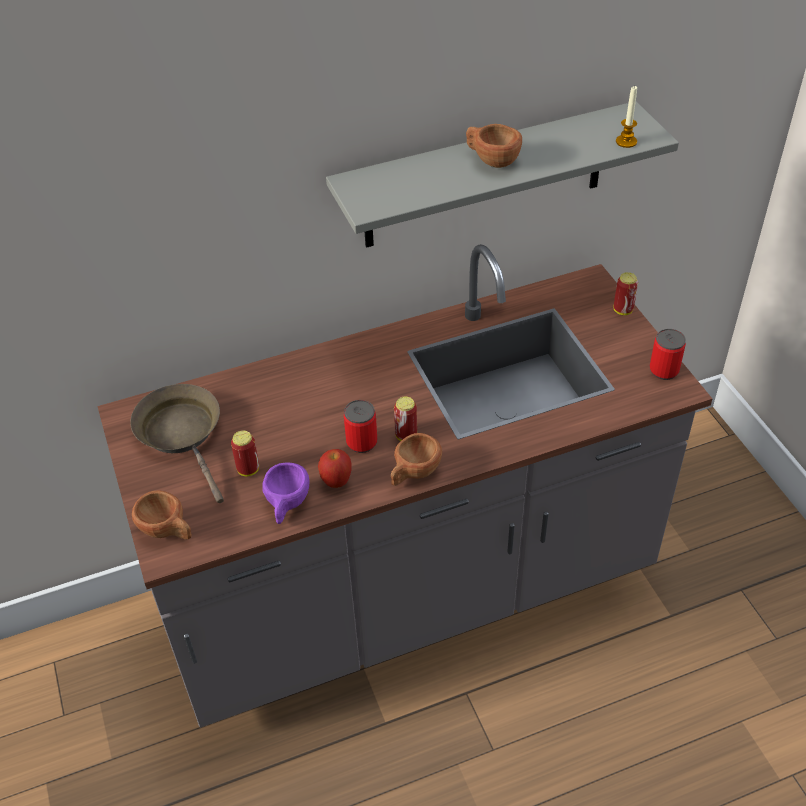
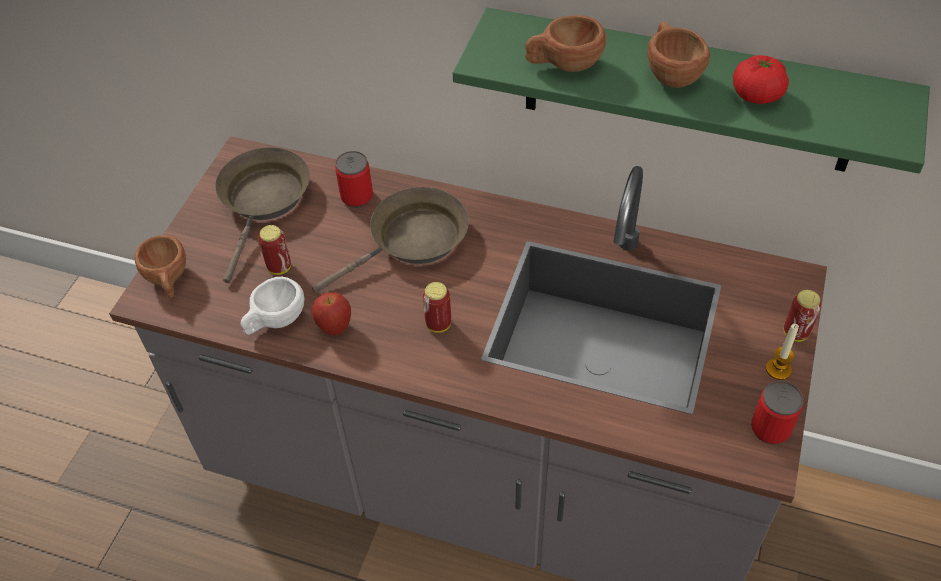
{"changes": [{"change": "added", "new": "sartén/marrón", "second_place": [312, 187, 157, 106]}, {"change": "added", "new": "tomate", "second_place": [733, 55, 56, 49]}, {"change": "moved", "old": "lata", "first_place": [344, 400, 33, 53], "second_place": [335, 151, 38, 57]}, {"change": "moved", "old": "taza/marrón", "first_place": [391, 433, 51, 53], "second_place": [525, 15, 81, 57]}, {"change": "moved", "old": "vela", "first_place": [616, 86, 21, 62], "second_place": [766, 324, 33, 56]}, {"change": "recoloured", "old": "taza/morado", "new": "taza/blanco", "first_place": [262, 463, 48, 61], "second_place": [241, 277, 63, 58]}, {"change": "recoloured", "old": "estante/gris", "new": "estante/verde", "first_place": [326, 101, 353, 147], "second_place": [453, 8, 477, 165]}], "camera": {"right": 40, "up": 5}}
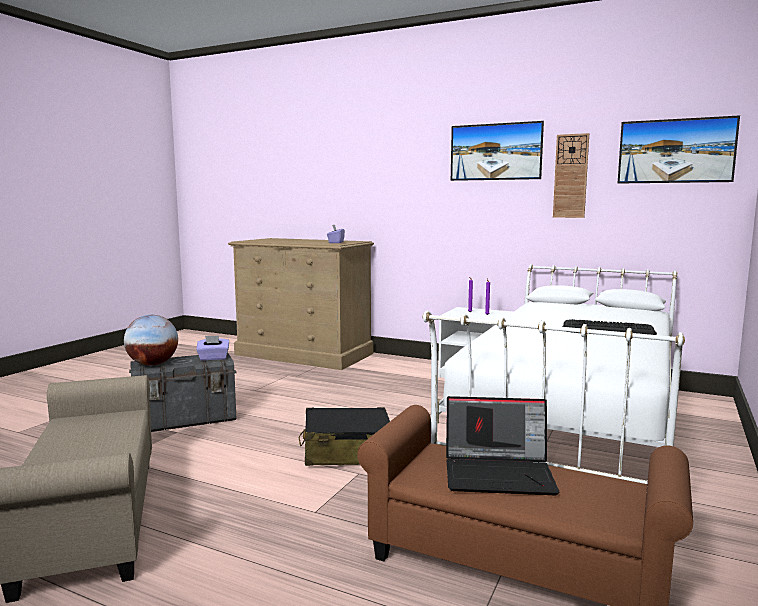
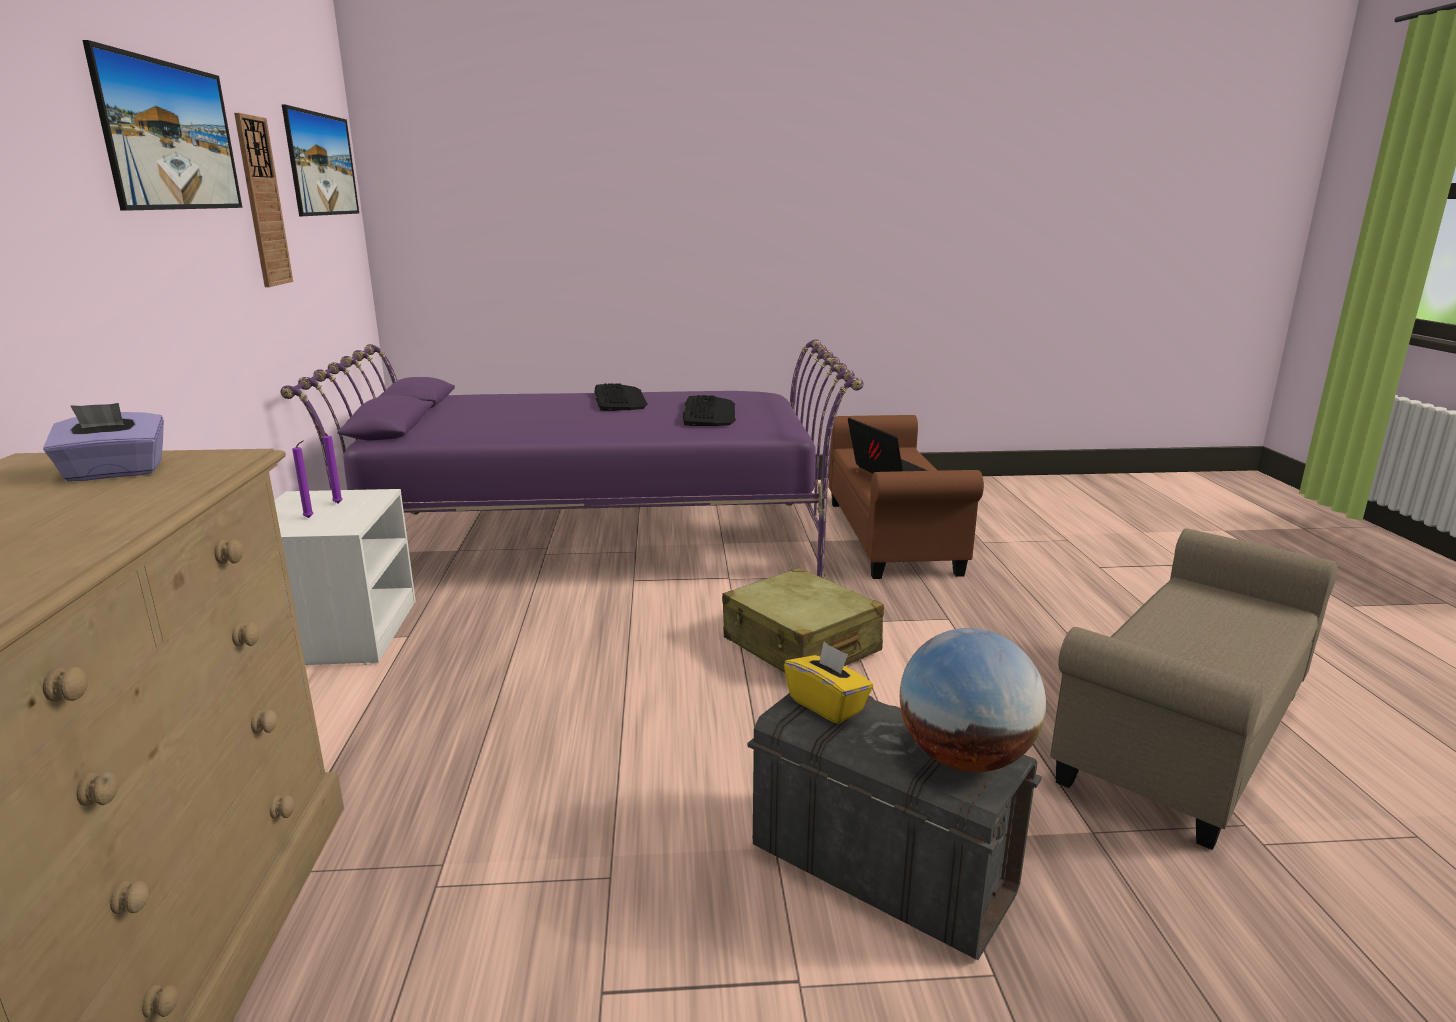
{"changes": [{"change": "added", "new": "teclado", "second_place": [683, 395, 53, 31]}, {"change": "recoloured", "old": "caja de pañuelos/morado", "new": "caja de pañuelos/amarillo", "first_place": [196, 336, 33, 25], "second_place": [784, 642, 90, 82]}, {"change": "recoloured", "old": "maleta/negro", "new": "maleta/beis", "first_place": [299, 407, 91, 59], "second_place": [722, 568, 162, 105]}, {"change": "recoloured", "old": "cama/blanco", "new": "cama/morado", "first_place": [422, 264, 263, 220], "second_place": [281, 340, 582, 239]}], "camera": {"right": -120, "up": 10}}
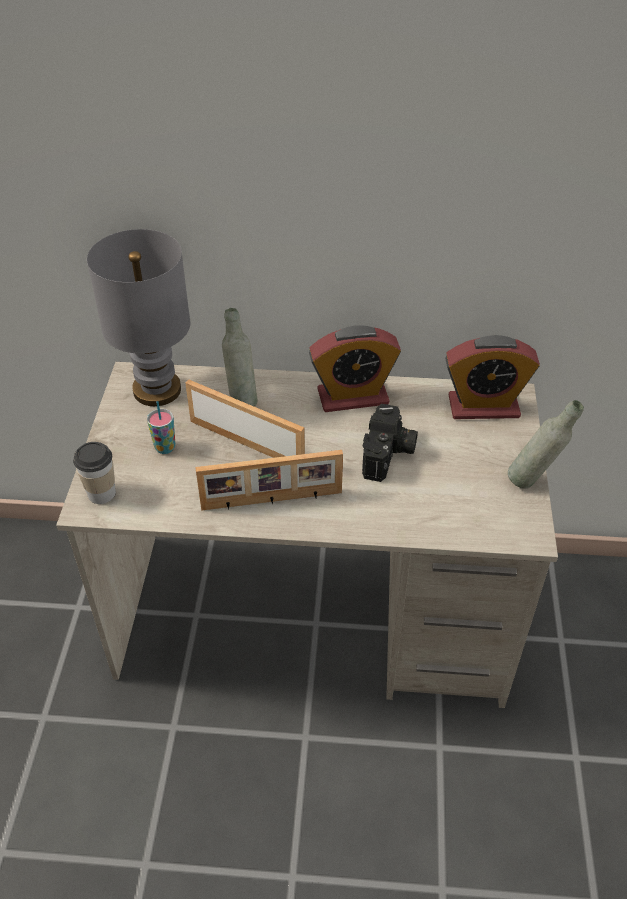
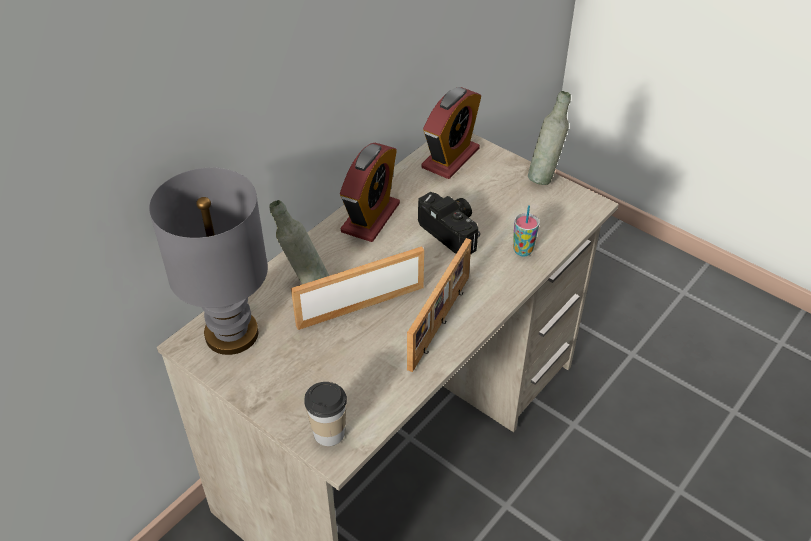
{"changes": [{"change": "moved", "old": "taza", "first_place": [147, 401, 28, 53], "second_place": [513, 205, 26, 51]}], "camera": {"right": -55, "up": 0}}
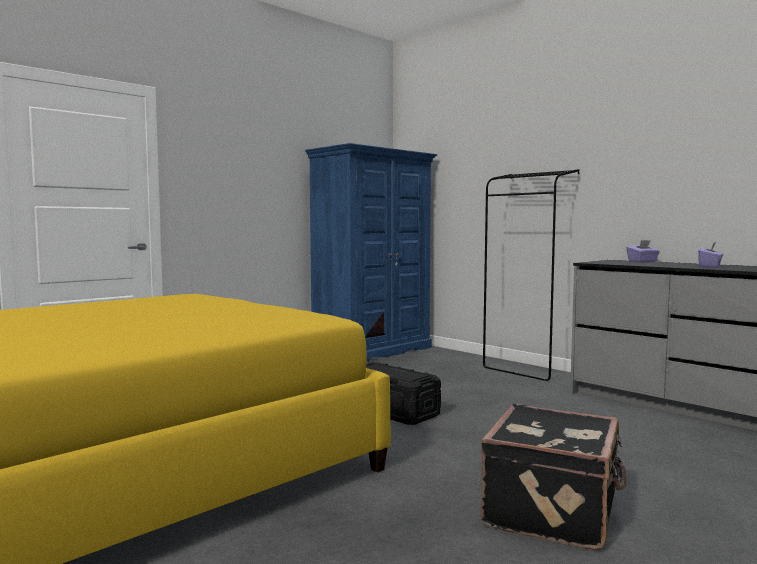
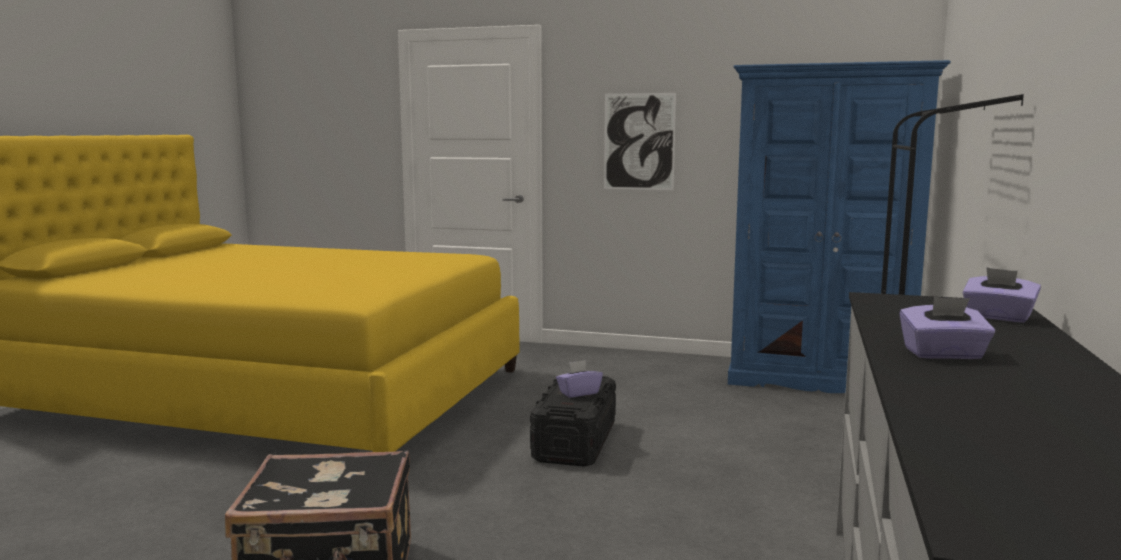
{"changes": [{"change": "added", "new": "caja de pañuelos/morado", "second_place": [556, 360, 47, 38]}, {"change": "added", "new": "cuadro", "second_place": [604, 93, 72, 97]}], "camera": {"right": 60, "up": 5}}
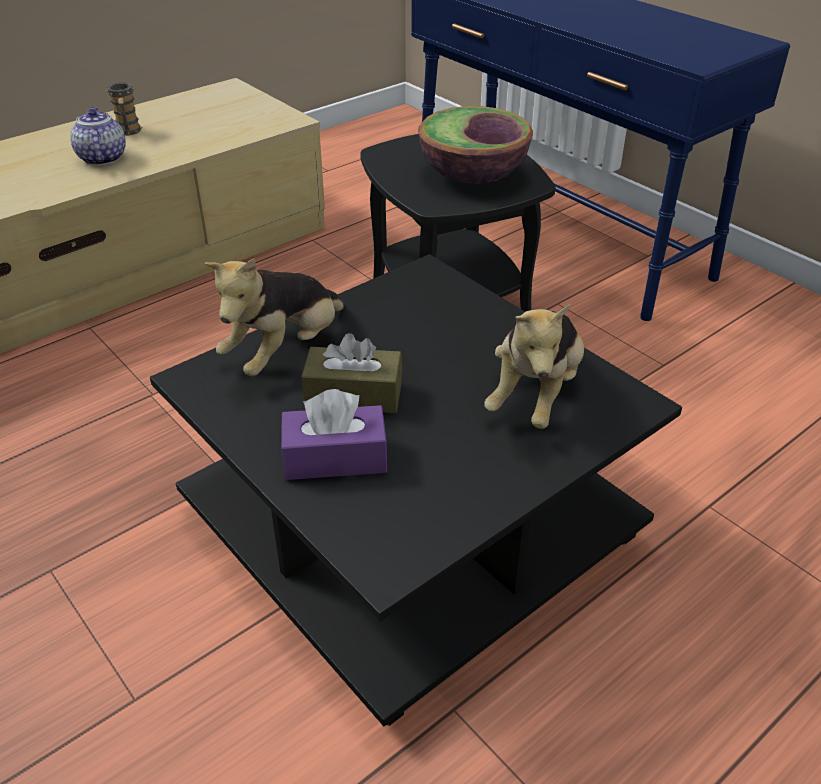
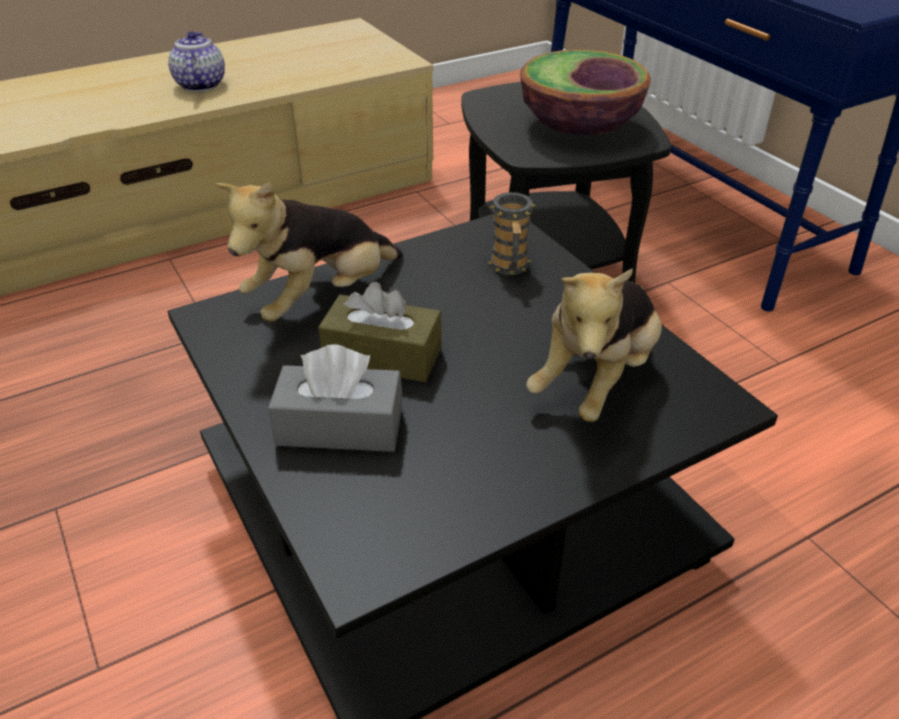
{"changes": [{"change": "moved", "old": "taza grande", "first_place": [106, 83, 37, 53], "second_place": [488, 192, 48, 83]}, {"change": "recoloured", "old": "caja de pañuelos/morado", "new": "caja de pañuelos/gris", "first_place": [281, 389, 107, 91], "second_place": [268, 345, 134, 107]}], "camera": {"right": 10, "up": 0}}
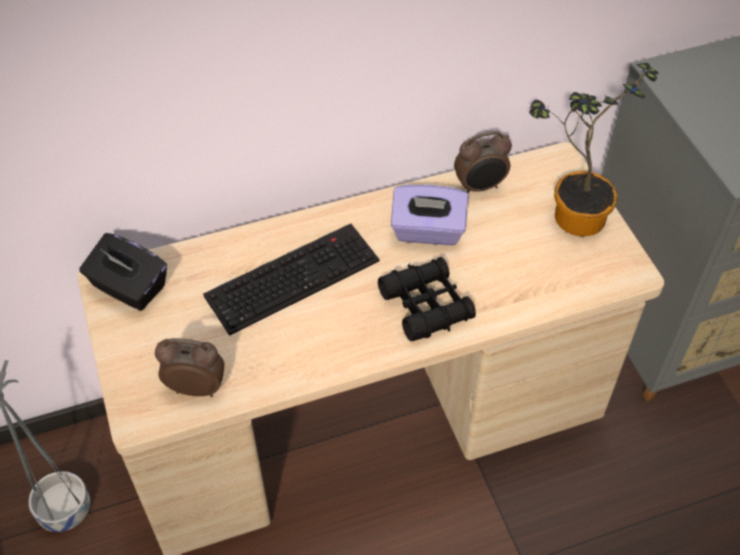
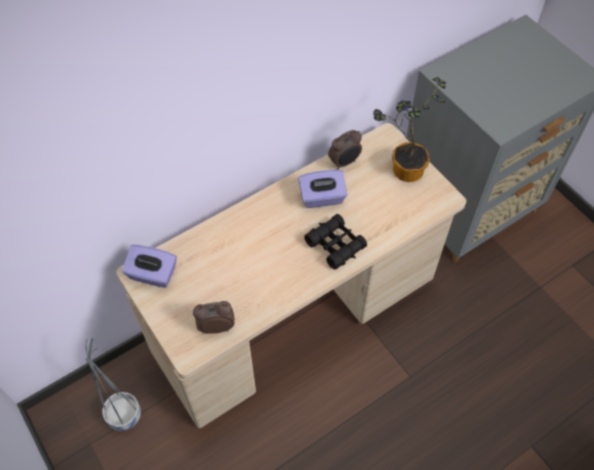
{"changes": [{"change": "removed", "old": "teclado", "first_place": [203, 224, 176, 112]}, {"change": "recoloured", "old": "caja de pañuelos/negro", "new": "caja de pañuelos/morado", "first_place": [80, 233, 87, 78], "second_place": [122, 245, 55, 43]}], "camera": {"right": -15, "up": 5}}
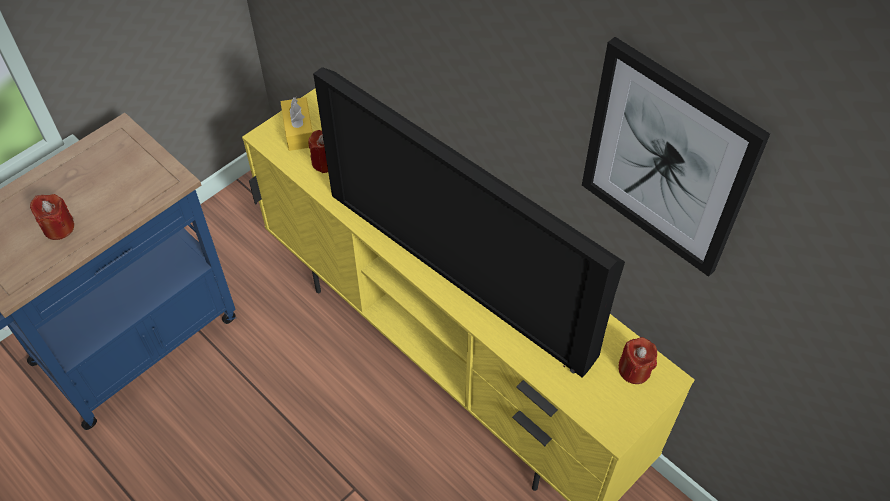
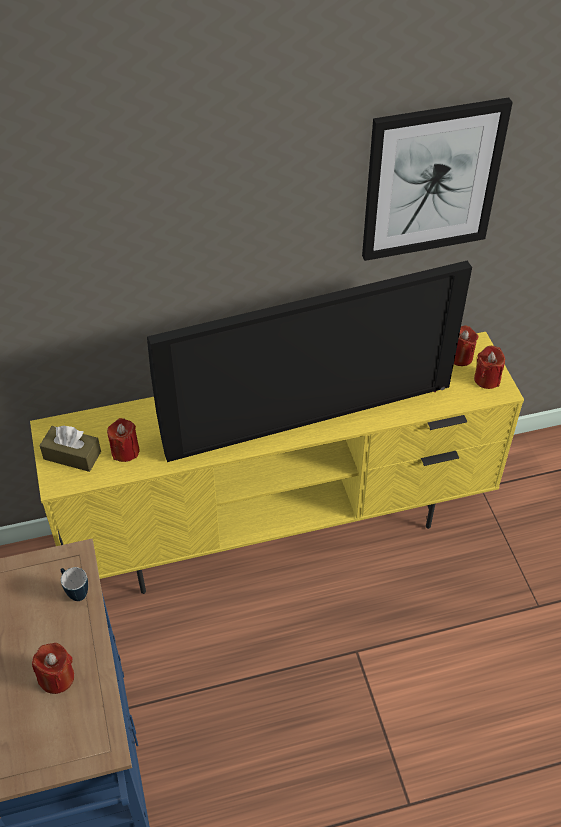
{"changes": [{"change": "added", "new": "taza grande", "second_place": [61, 567, 27, 34]}, {"change": "added", "new": "vela/rojo", "second_place": [474, 346, 31, 43]}, {"change": "recoloured", "old": "caja de pañuelos/amarillo", "new": "caja de pañuelos/marrón", "first_place": [280, 97, 33, 54], "second_place": [39, 425, 62, 47]}], "camera": {"right": -60, "up": -5}}
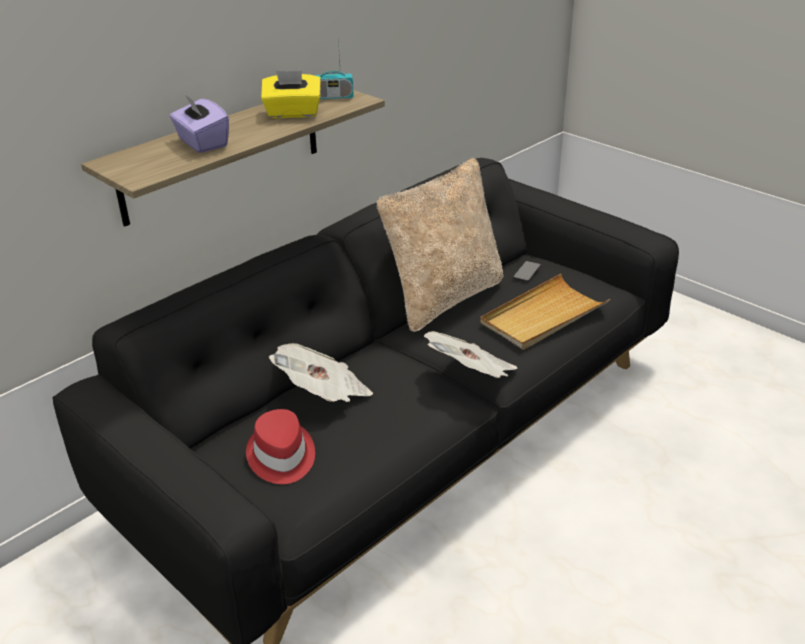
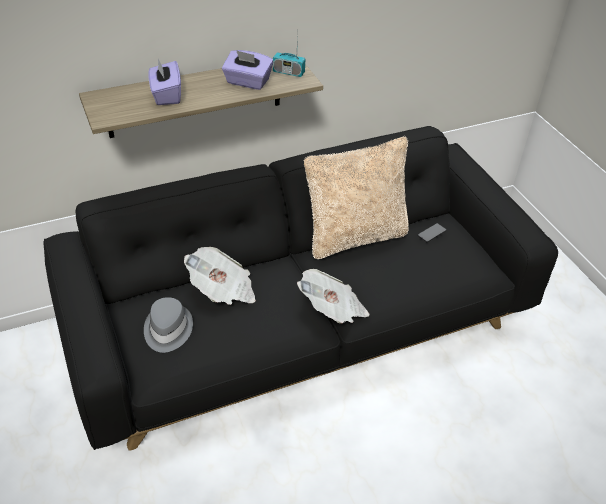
{"changes": [{"change": "removed", "old": "bandeja/beis", "first_place": [480, 274, 130, 76]}, {"change": "recoloured", "old": "sombrero/rojo", "new": "sombrero/gris", "first_place": [246, 409, 69, 75], "second_place": [144, 297, 49, 56]}, {"change": "recoloured", "old": "caja de pañuelos/amarillo", "new": "caja de pañuelos/morado", "first_place": [261, 71, 60, 47], "second_place": [222, 50, 51, 40]}], "camera": {"right": 20, "up": 10}}
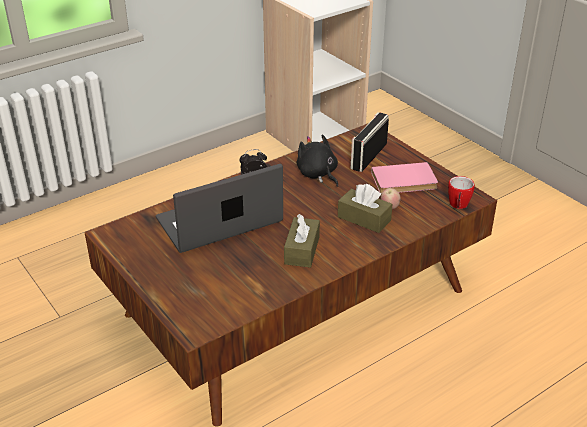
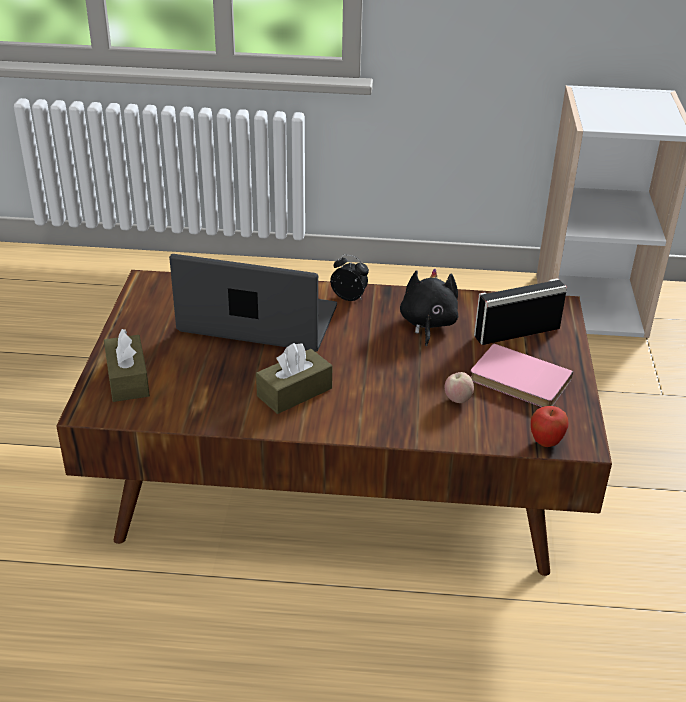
{"changes": [{"change": "moved", "old": "caja de pañuelos/marrón", "first_place": [338, 184, 54, 49], "second_place": [104, 329, 46, 73]}, {"change": "replaced", "old": "taza grande", "new": "manzana", "first_place": [448, 176, 27, 33], "second_place": [531, 406, 38, 41]}], "camera": {"right": 40, "up": 0}}
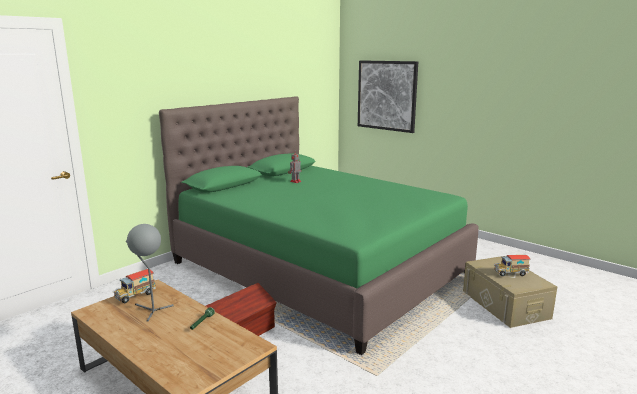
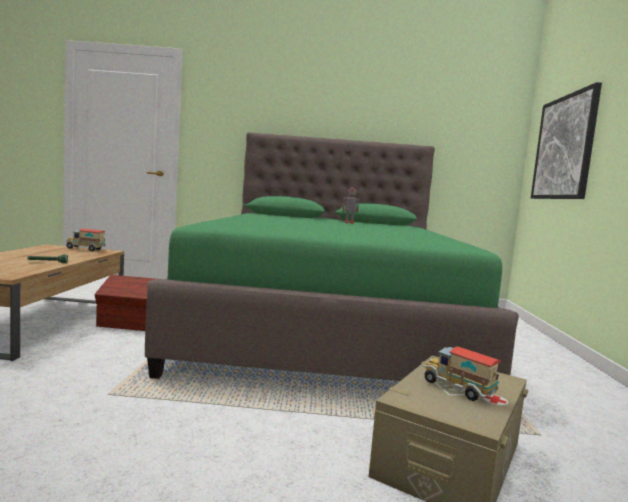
{"changes": [{"change": "removed", "old": "lámpara de mesa/gris", "first_place": [126, 224, 47, 98]}], "camera": {"right": 50, "up": -10}}
